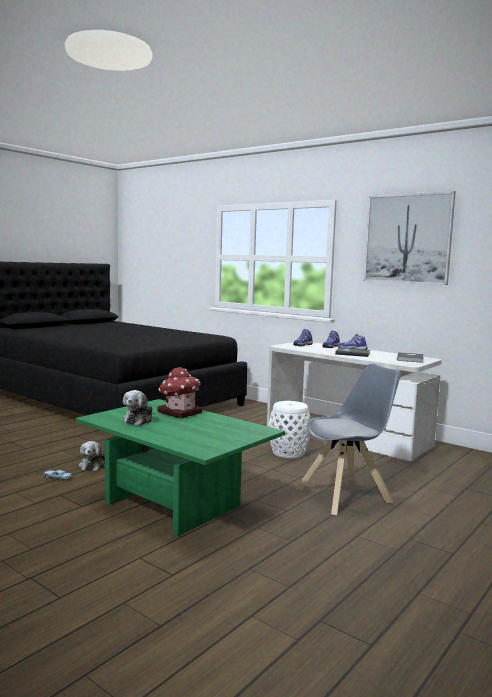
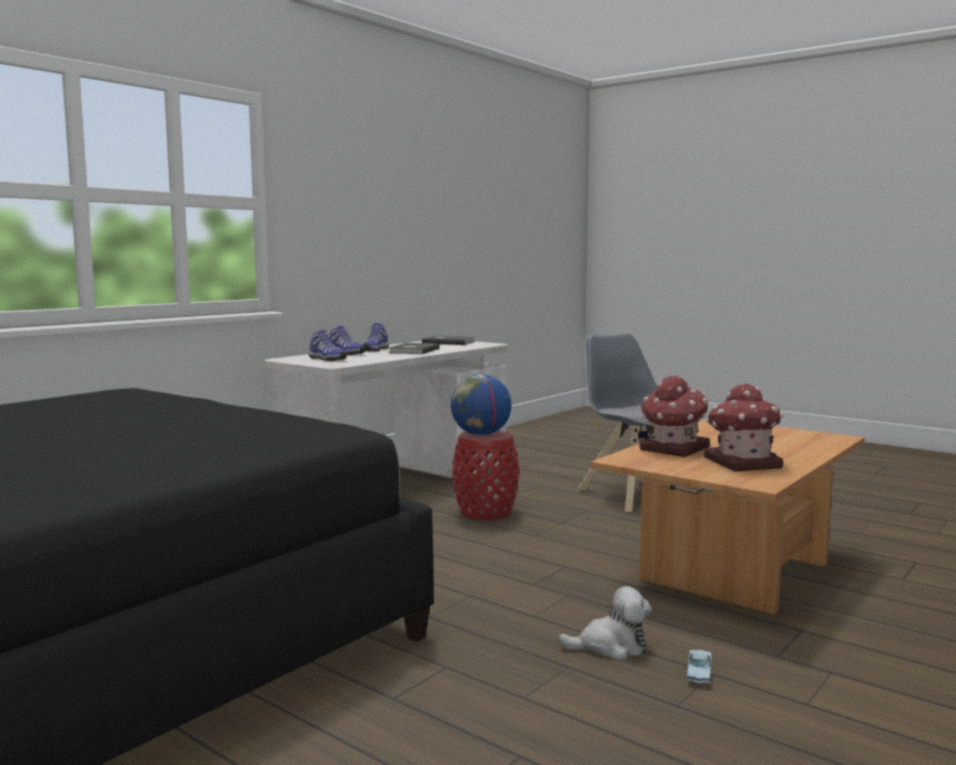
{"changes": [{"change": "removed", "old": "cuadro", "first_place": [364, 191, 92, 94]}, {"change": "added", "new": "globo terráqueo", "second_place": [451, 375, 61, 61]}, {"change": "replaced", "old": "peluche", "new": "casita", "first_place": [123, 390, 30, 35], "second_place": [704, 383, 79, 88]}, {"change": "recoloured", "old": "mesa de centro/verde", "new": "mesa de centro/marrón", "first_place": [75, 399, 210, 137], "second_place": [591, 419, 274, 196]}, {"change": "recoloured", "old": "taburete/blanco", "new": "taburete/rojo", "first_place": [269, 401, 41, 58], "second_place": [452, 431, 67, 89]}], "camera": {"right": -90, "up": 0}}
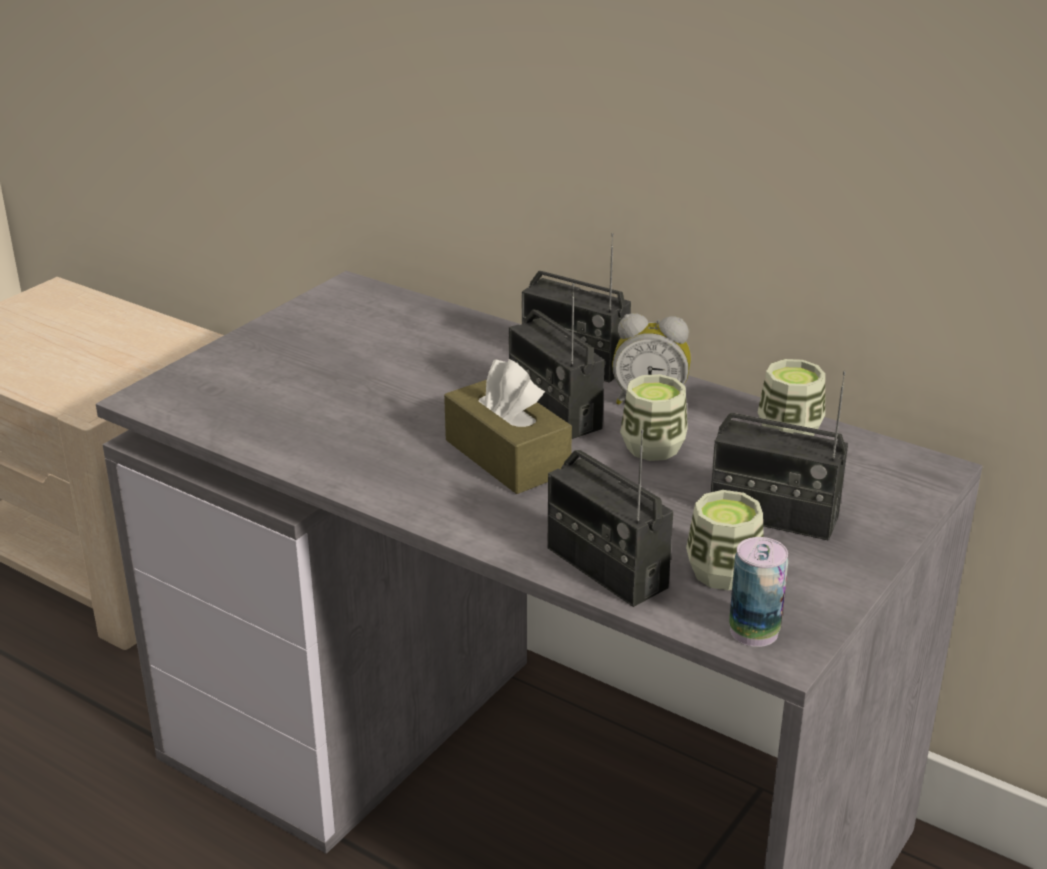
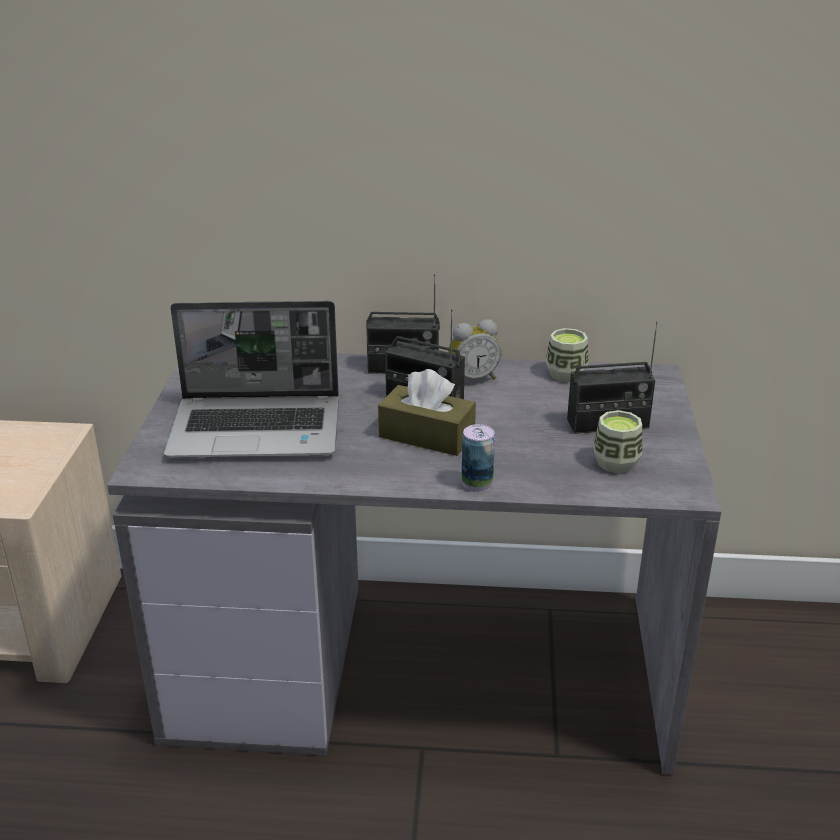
{"changes": [{"change": "removed", "old": "radio", "first_place": [547, 429, 126, 178]}, {"change": "removed", "old": "taza", "first_place": [620, 374, 68, 87]}, {"change": "added", "new": "portátil", "second_place": [164, 301, 175, 157]}, {"change": "moved", "old": "lata", "first_place": [729, 537, 59, 110], "second_place": [461, 424, 34, 68]}], "camera": {"right": -30, "up": 0}}
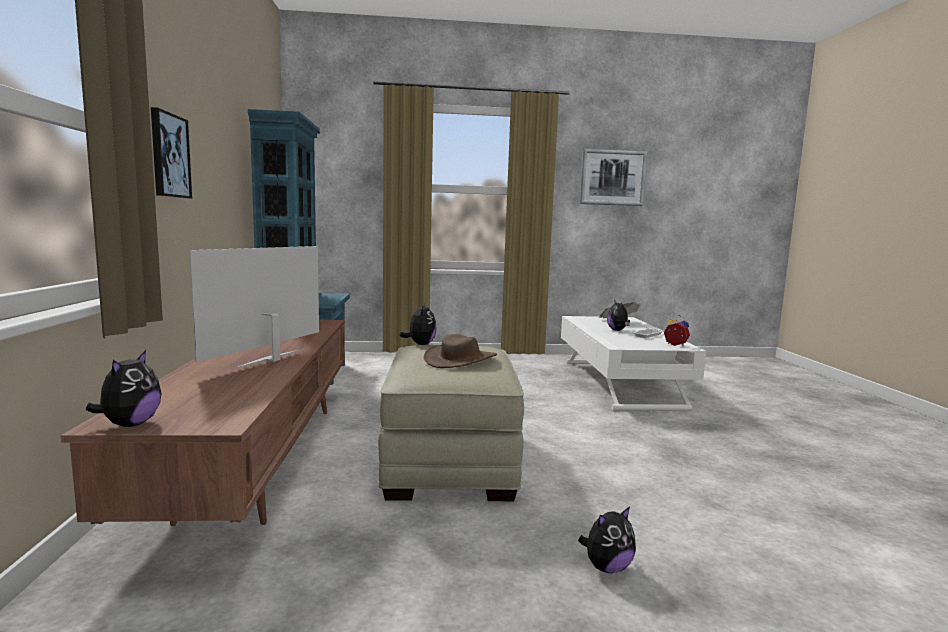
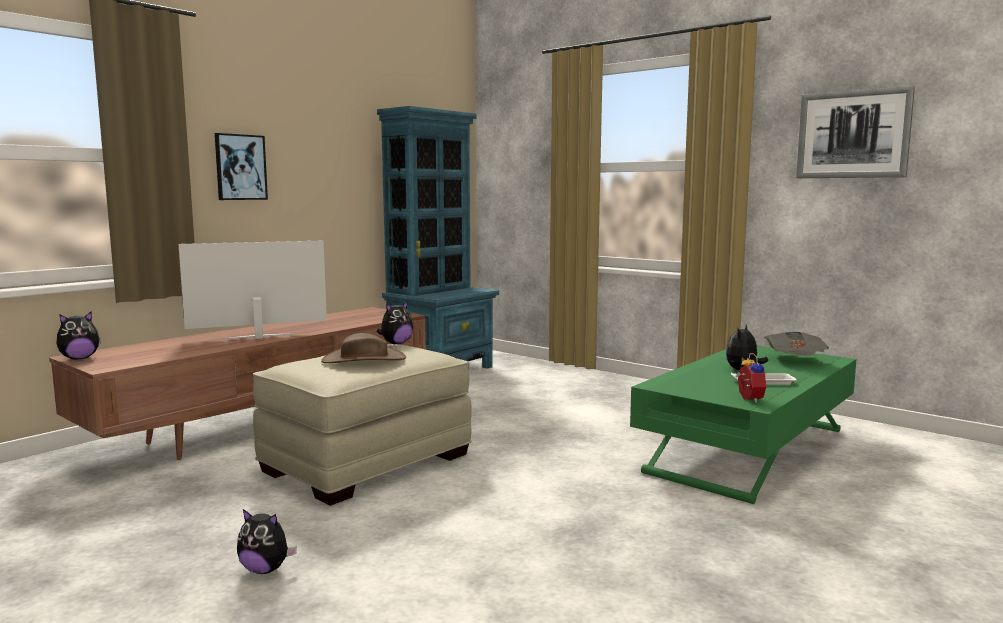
{"changes": [{"change": "recoloured", "old": "mesa de centro/blanco", "new": "mesa de centro/verde", "first_place": [561, 316, 145, 95], "second_place": [630, 345, 226, 159]}], "camera": {"right": 45, "up": 0}}
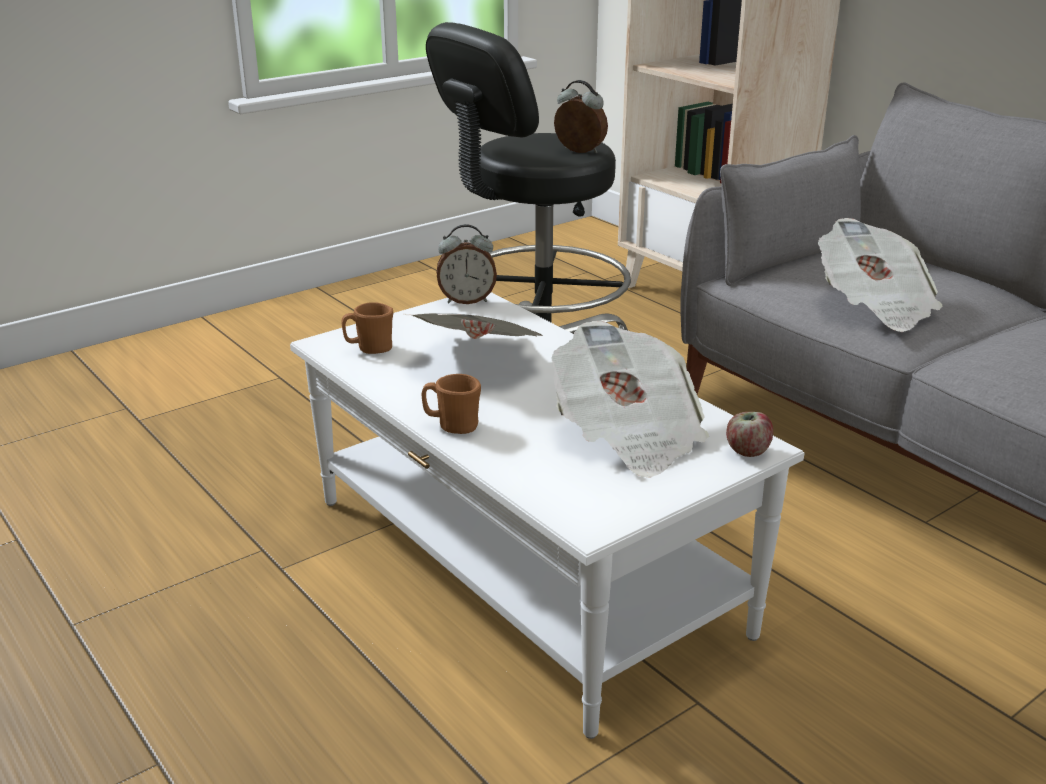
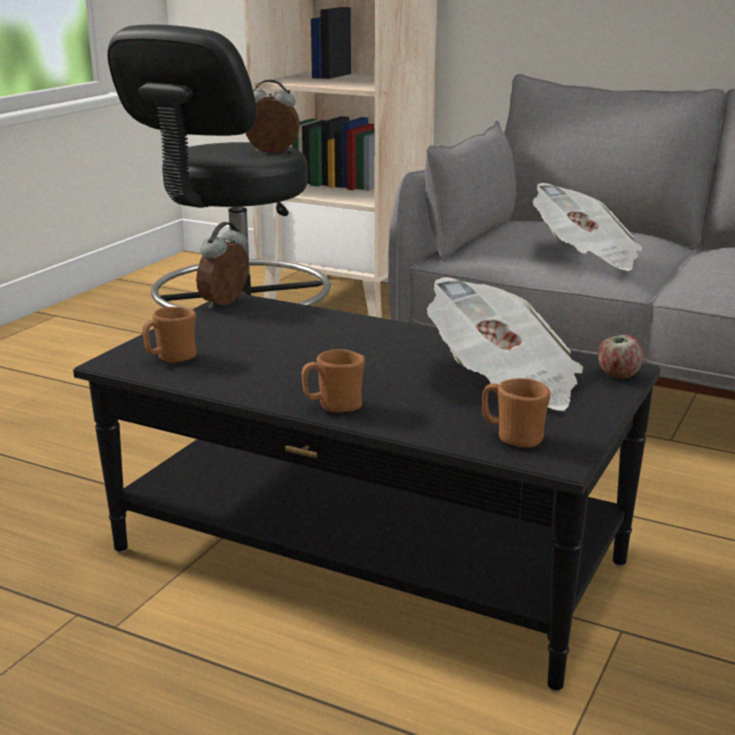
{"changes": [{"change": "removed", "old": "periódico", "first_place": [404, 313, 139, 26]}, {"change": "added", "new": "taza grande/marrón", "second_place": [482, 378, 68, 70]}, {"change": "recoloured", "old": "mesa de centro/blanco", "new": "mesa de centro/negro", "first_place": [290, 292, 514, 447], "second_place": [73, 294, 588, 398]}, {"change": "turned", "old": "despertador", "first_place": [437, 224, 60, 80], "second_place": [196, 222, 53, 86], "degrees": 150}], "camera": {"right": -25, "up": -5}}
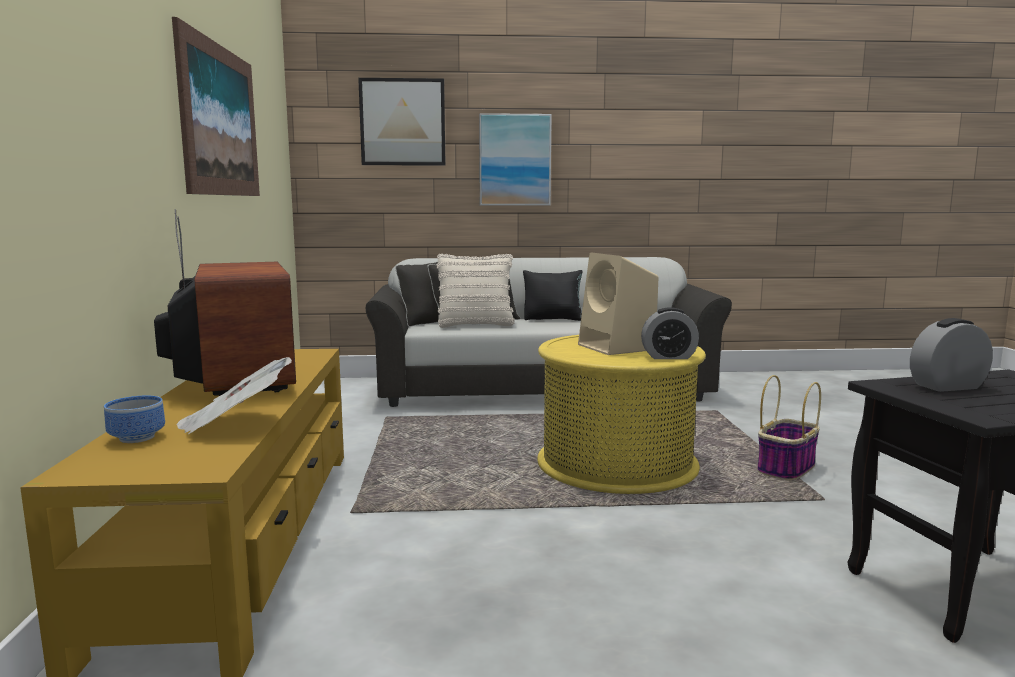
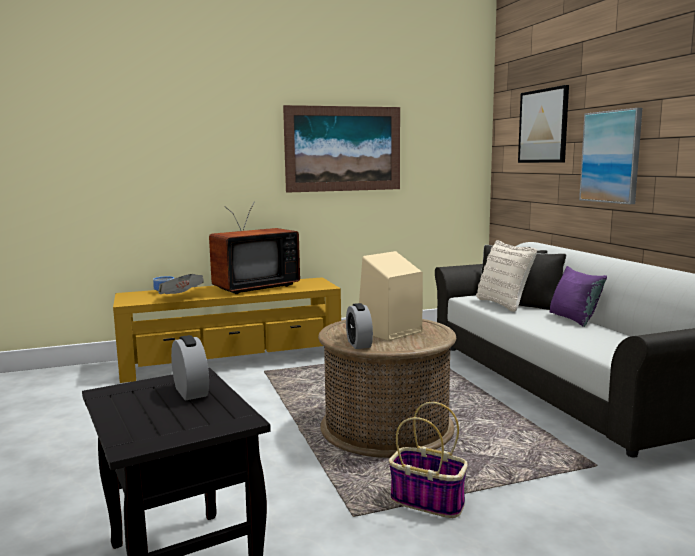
{"changes": [{"change": "recoloured", "old": "cojín/negro", "new": "cojín/morado", "first_place": [523, 270, 60, 51], "second_place": [550, 266, 57, 61]}, {"change": "recoloured", "old": "mesa de centro/amarillo", "new": "mesa de centro/marrón", "first_place": [537, 335, 169, 159], "second_place": [318, 319, 138, 139]}], "camera": {"right": 75, "up": 0}}
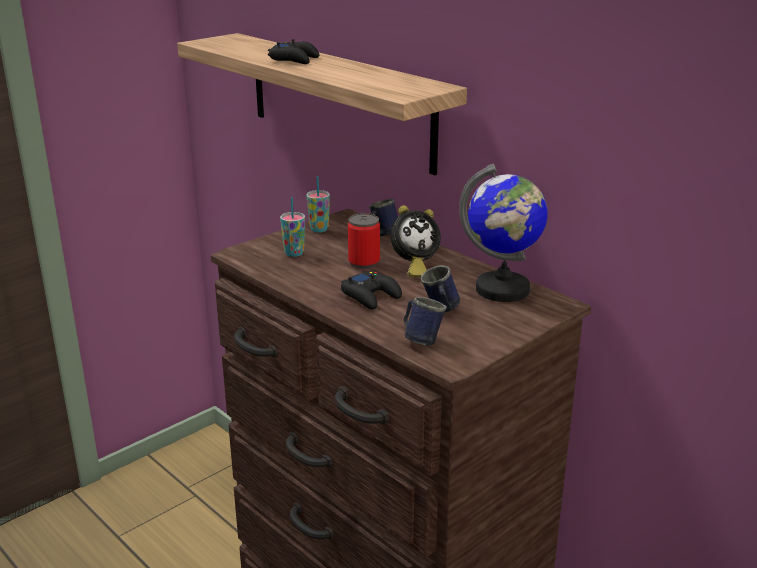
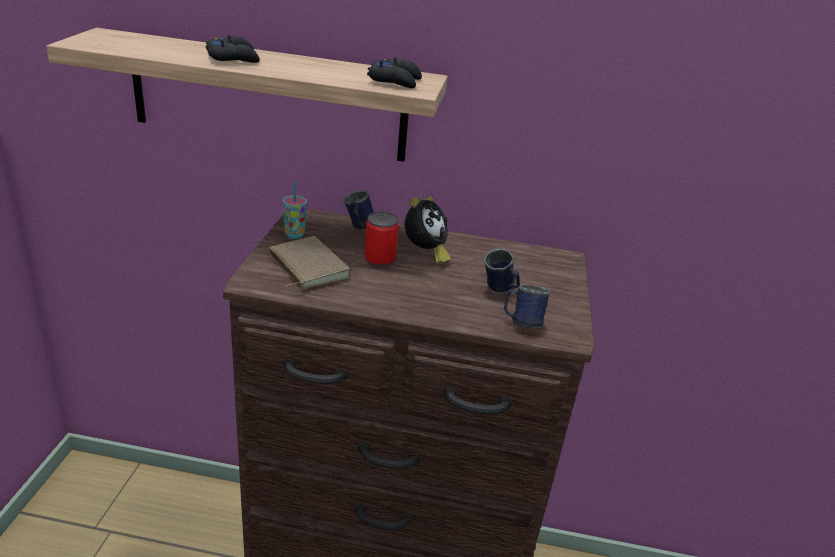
{"changes": [{"change": "removed", "old": "globo terráqueo", "first_place": [459, 164, 88, 138]}, {"change": "moved", "old": "mando de consola/negro", "first_place": [341, 272, 61, 38], "second_place": [367, 57, 55, 31]}, {"change": "replaced", "old": "taza", "new": "libro/marrón", "first_place": [280, 197, 25, 60], "second_place": [270, 236, 80, 54]}], "camera": {"right": -40, "up": 5}}
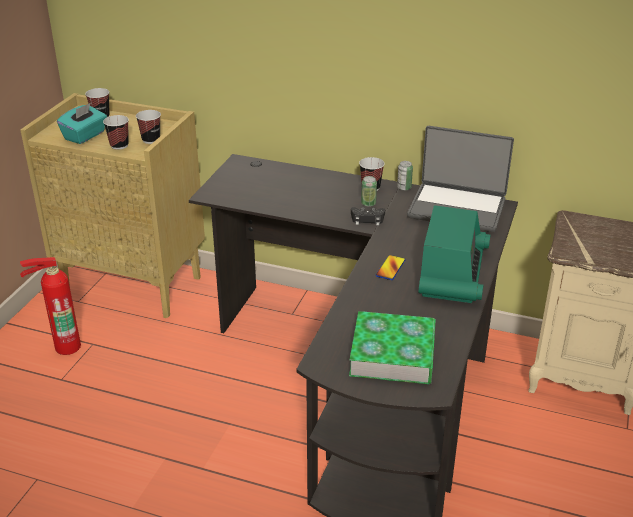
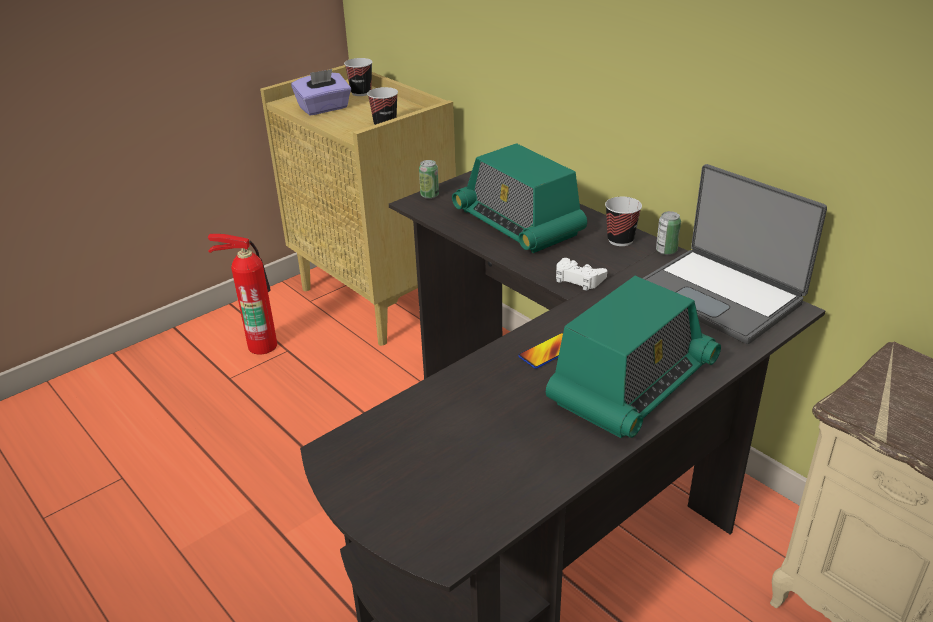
{"changes": [{"change": "removed", "old": "taza", "first_place": [103, 115, 26, 35]}, {"change": "removed", "old": "libro", "first_place": [349, 311, 87, 73]}, {"change": "added", "new": "radio", "second_place": [452, 143, 135, 110]}, {"change": "moved", "old": "lata", "first_place": [361, 176, 16, 31], "second_place": [419, 160, 20, 39]}, {"change": "recoloured", "old": "caja de pañuelos/turquesa", "new": "caja de pañuelos/morado", "first_place": [57, 103, 50, 41], "second_place": [291, 69, 60, 46]}, {"change": "recoloured", "old": "mando de consola/negro", "new": "mando de consola/blanco", "first_place": [351, 207, 34, 19], "second_place": [556, 258, 51, 33]}], "camera": {"right": 30, "up": 0}}
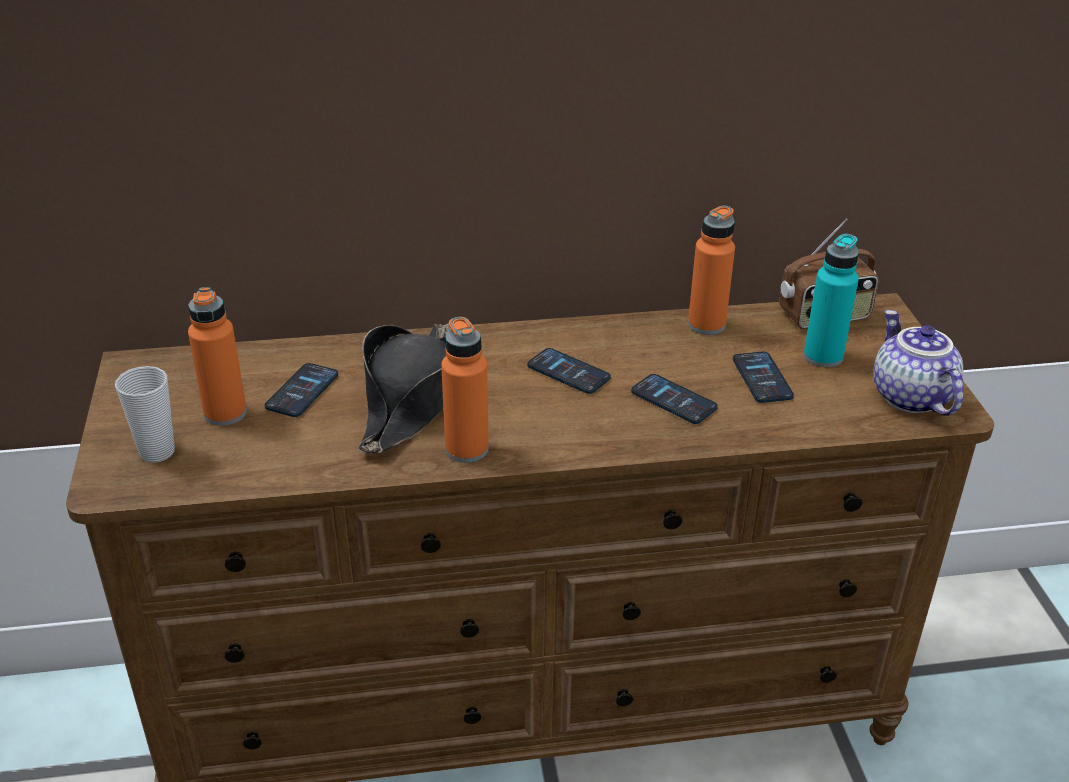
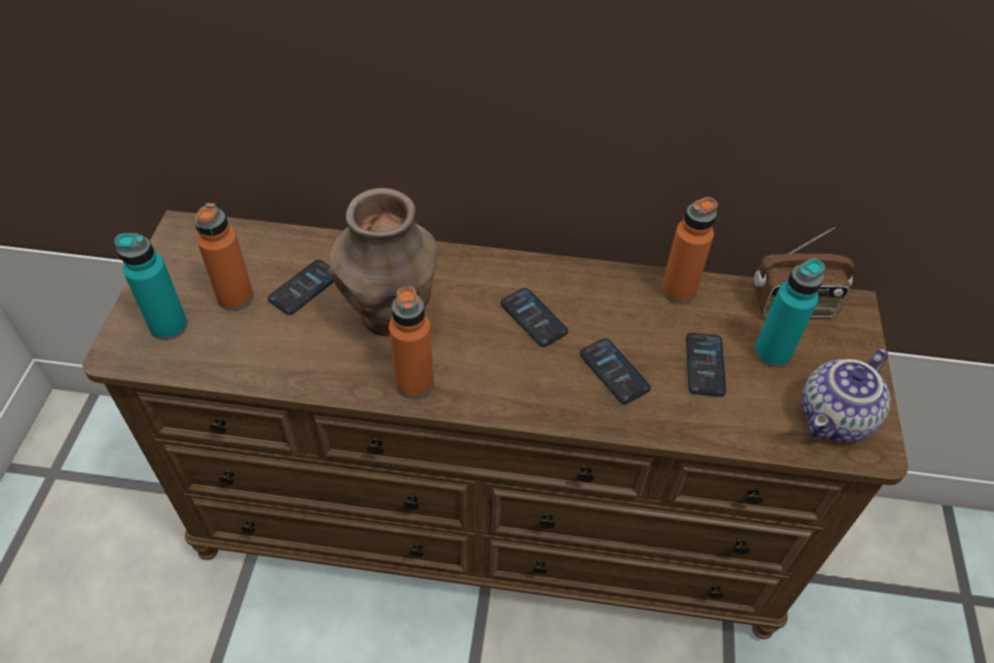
{"changes": [{"change": "replaced", "old": "taza", "new": "botella/turquesa", "first_place": [115, 366, 60, 97], "second_place": [114, 233, 74, 107]}, {"change": "replaced", "old": "sombrero/negro", "new": "florero/marrón", "first_place": [358, 324, 92, 130], "second_place": [329, 188, 108, 148]}, {"change": "turned", "old": "tetera", "first_place": [873, 310, 91, 106], "second_place": [801, 348, 89, 94], "degrees": -135}], "camera": {"right": 15, "up": 15}}
